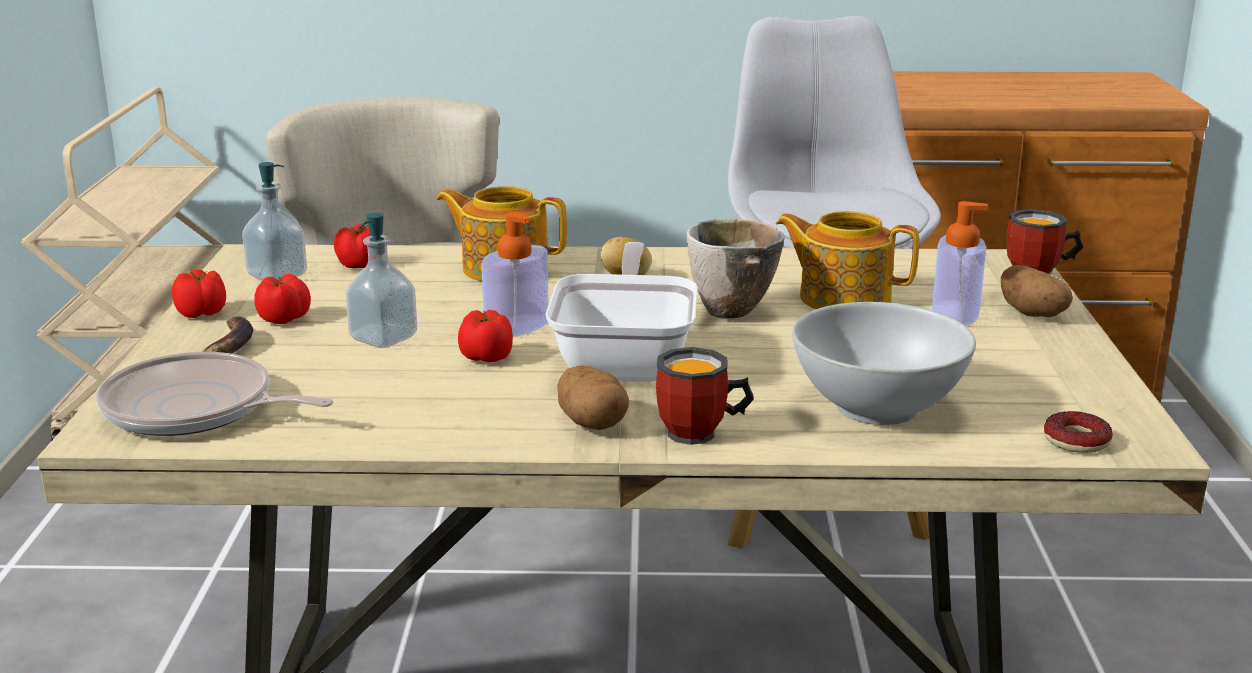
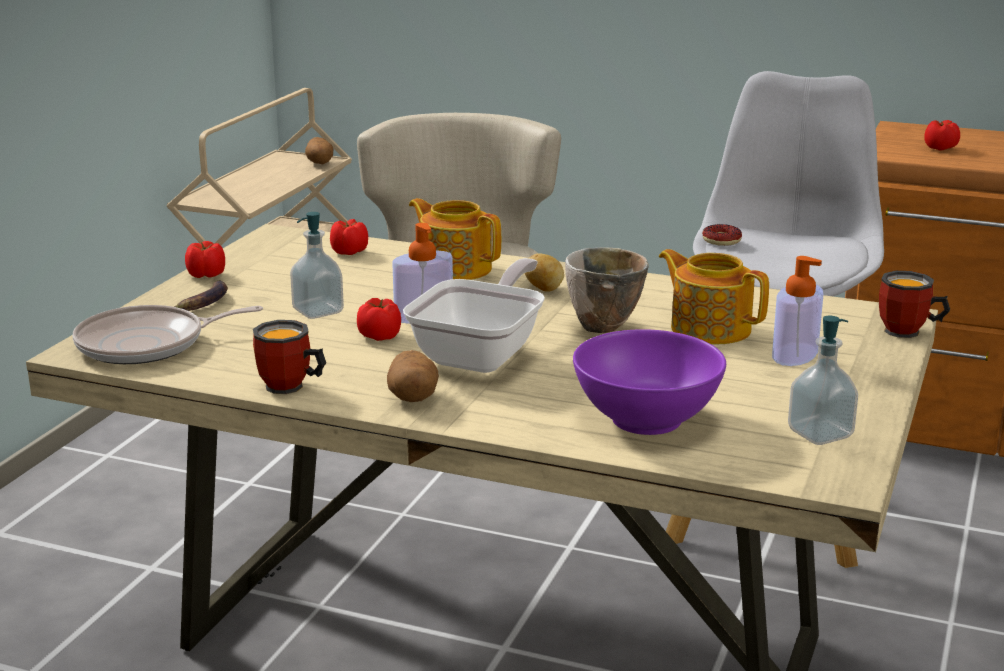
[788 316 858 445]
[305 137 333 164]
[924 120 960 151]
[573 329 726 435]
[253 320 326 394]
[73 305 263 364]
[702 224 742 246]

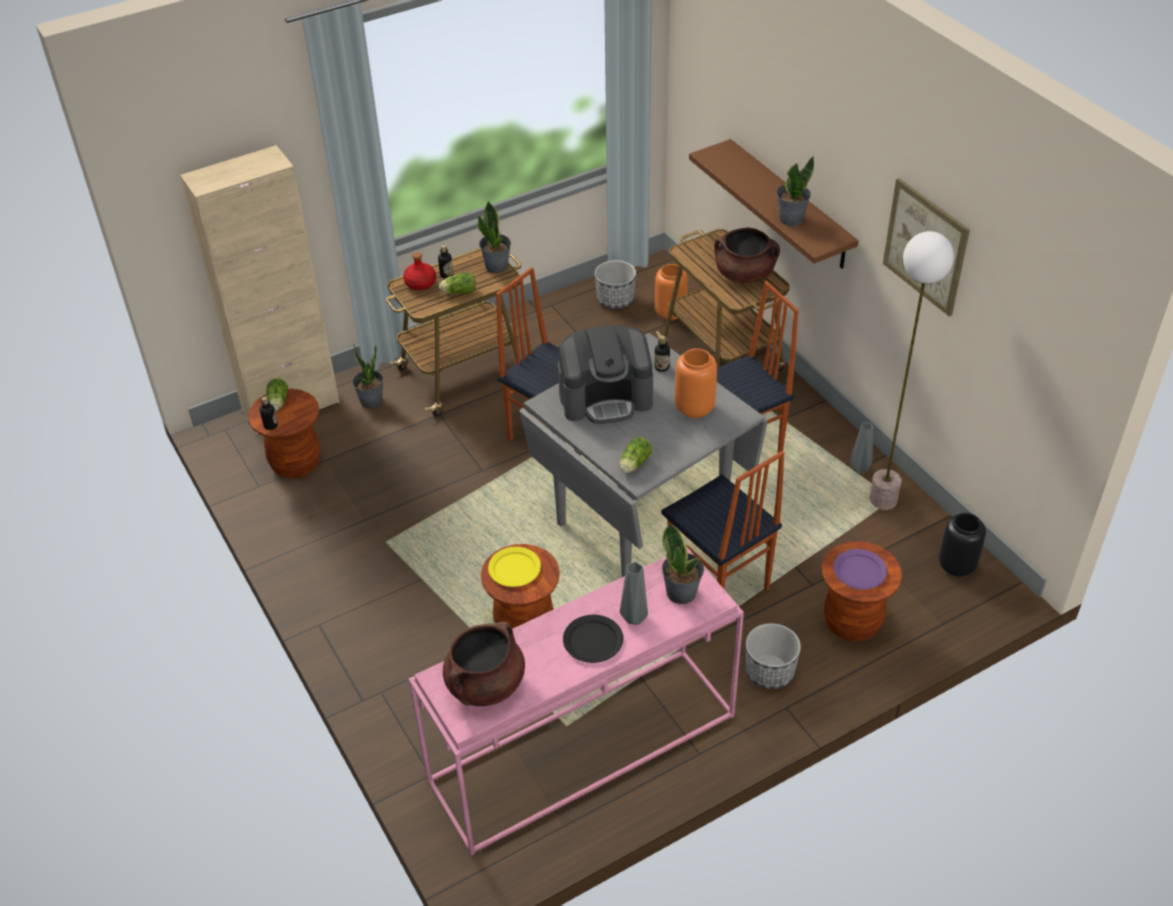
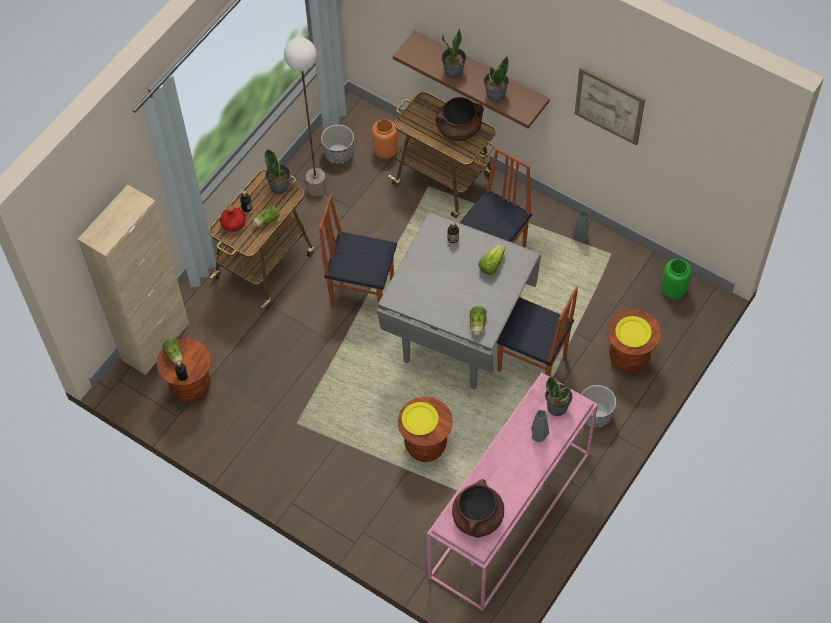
[284 37 326 196]
[558 325 653 424] (first image)
[441 29 466 79]
[478 244 505 276]
[661 259 691 299]
[615 316 652 347]
[563 615 623 663] (first image)

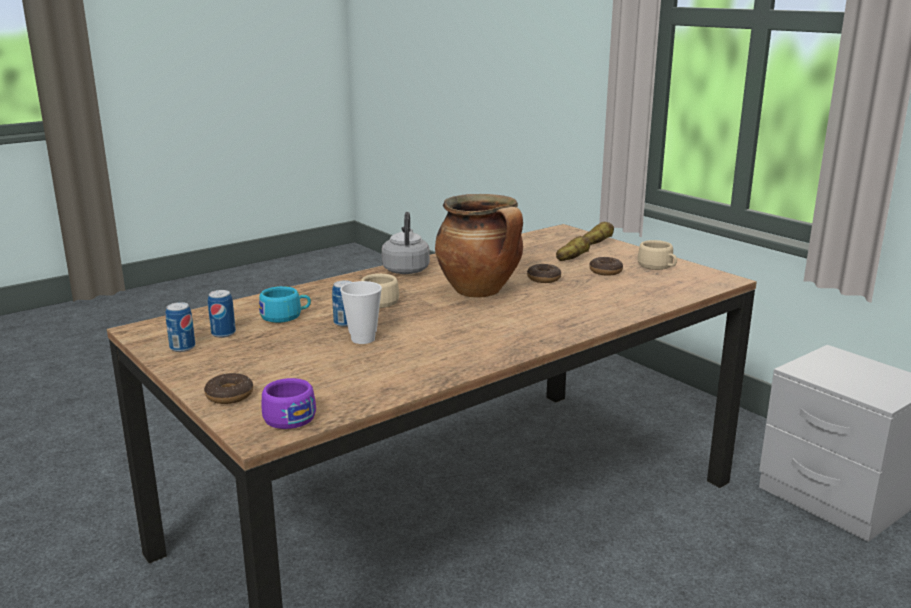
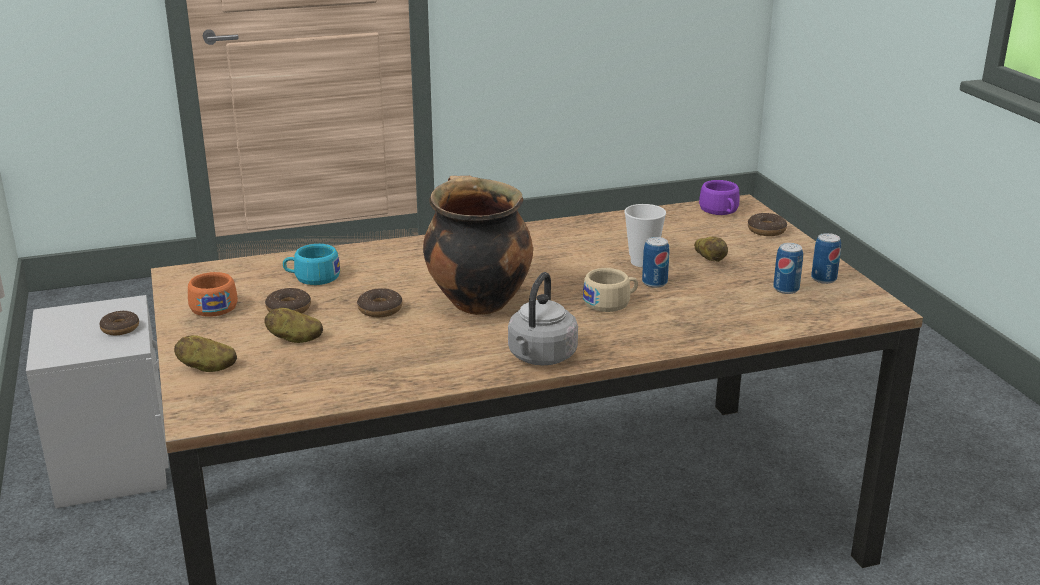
[188 272 238 317]
[283 244 340 285]
[694 237 728 262]
[99 311 139 335]

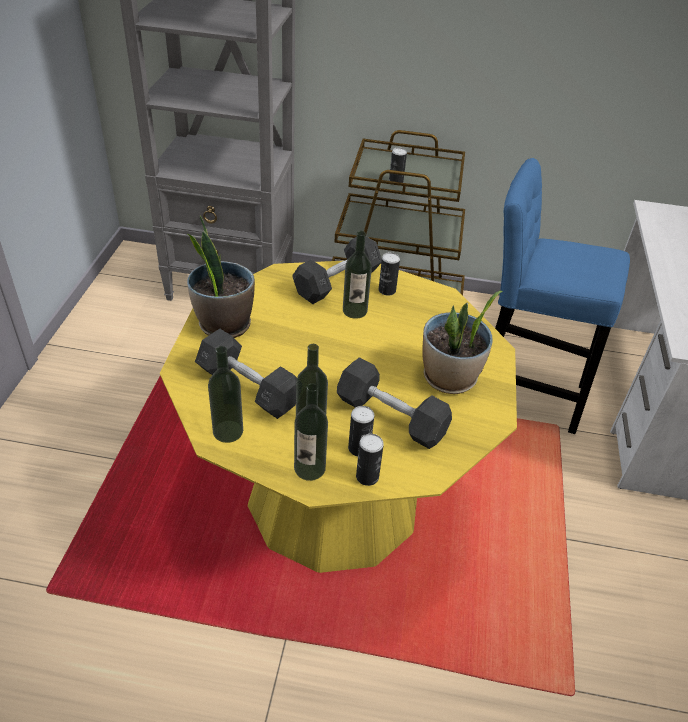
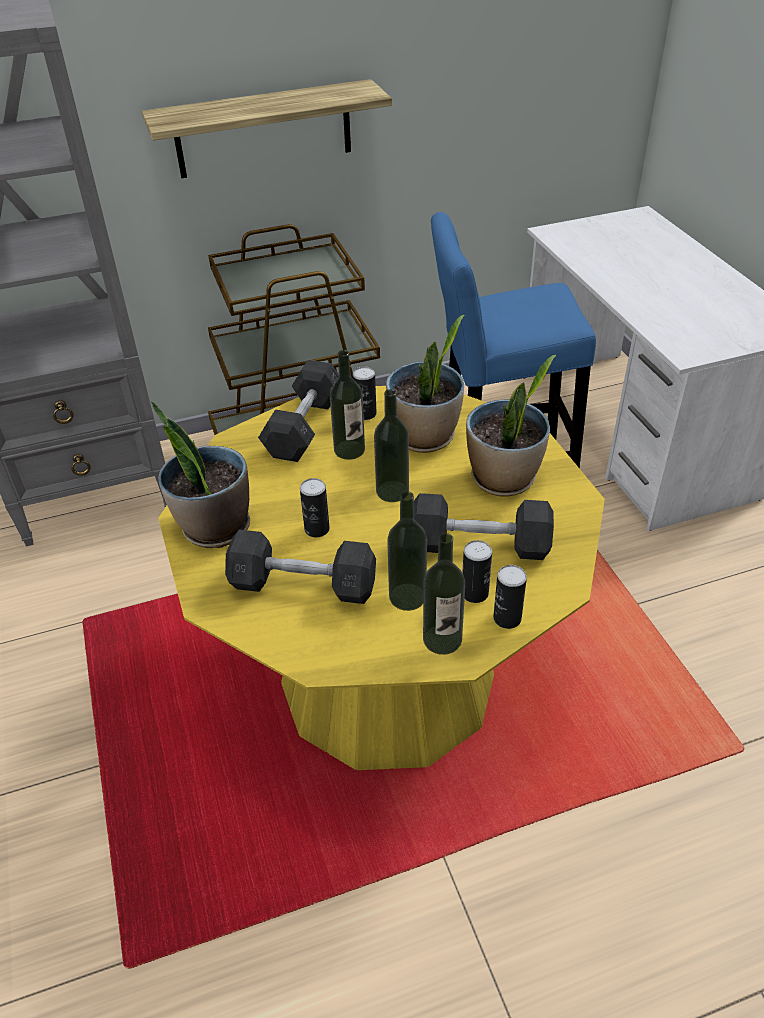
[300 478 330 537]
[374 389 409 502]
[142 79 392 178]
[386 315 464 453]

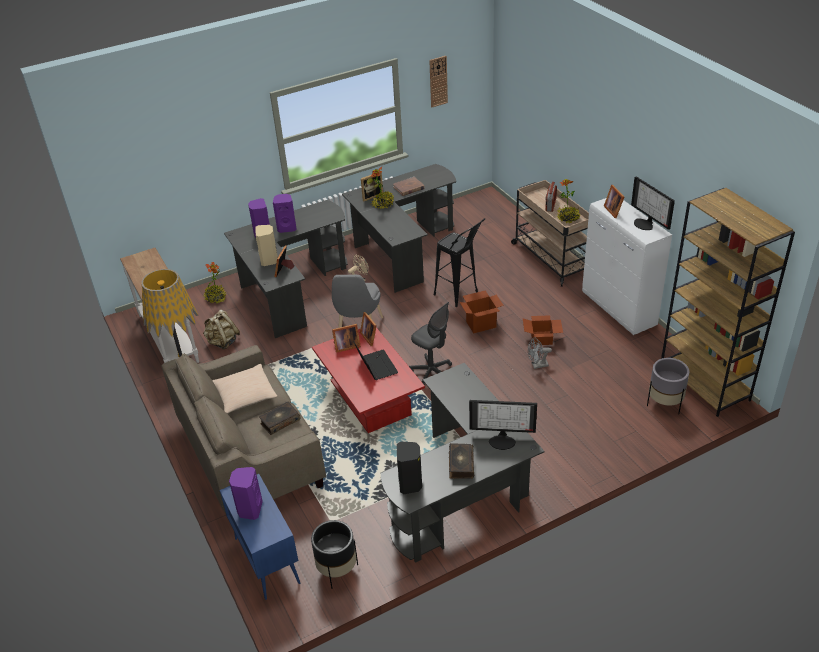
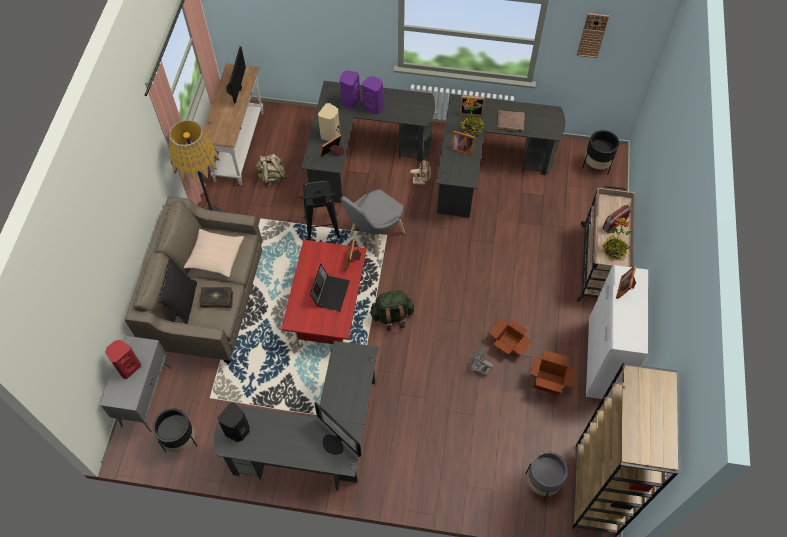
[226 46 246 103]
[299 180 340 240]
[203 262 226 304] (first image)
[530 350 576 395]
[370 290 414 331]
[450 131 475 156]
[449 443 474 479] (first image)
[105 340 141 379]
[100 335 171 432]
[582 130 619 173]
[158 258 197 324]

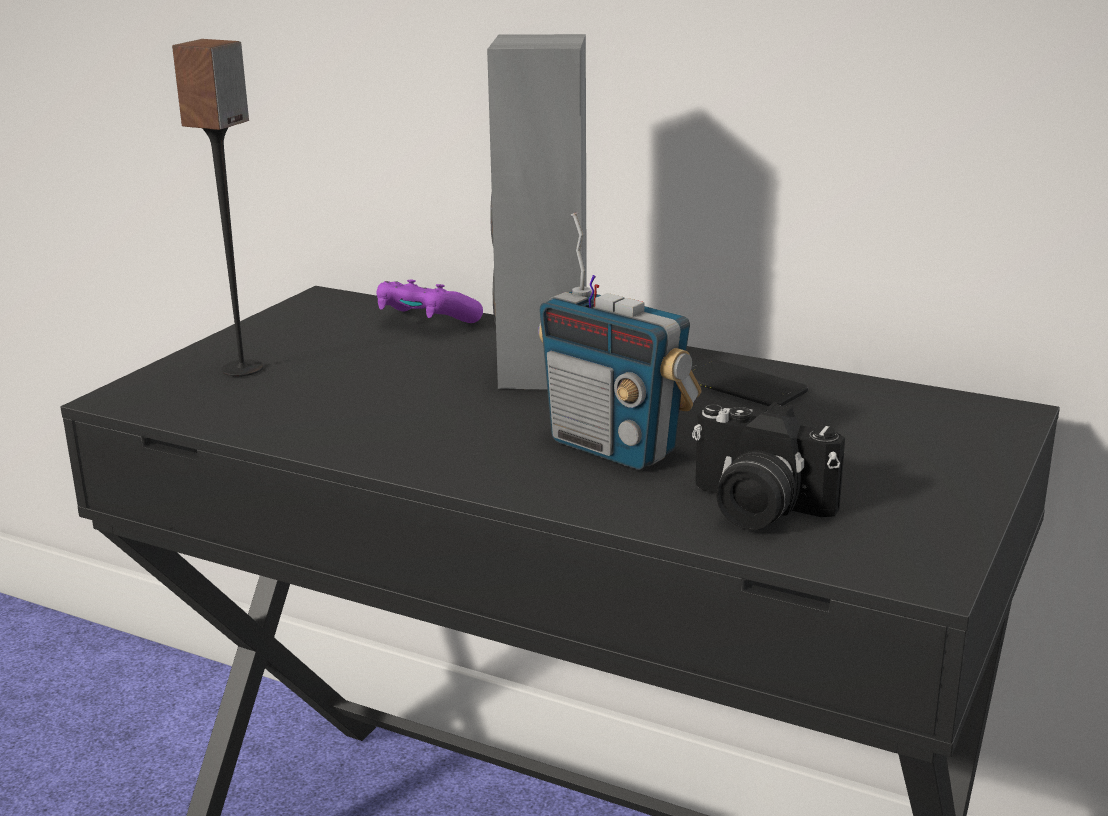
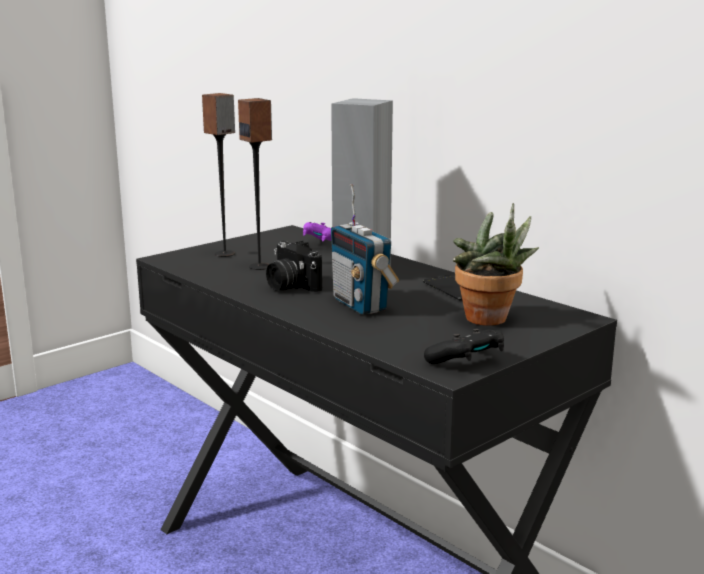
[266 241 322 292]
[238 98 272 270]
[453 203 539 326]
[424 329 504 364]

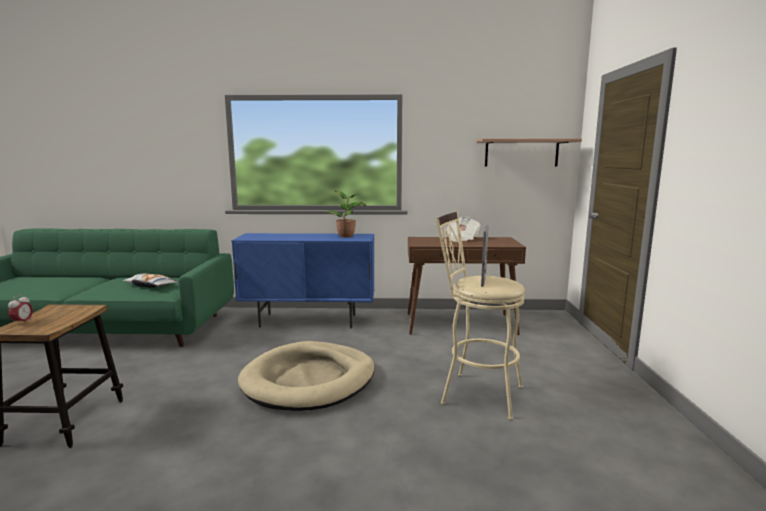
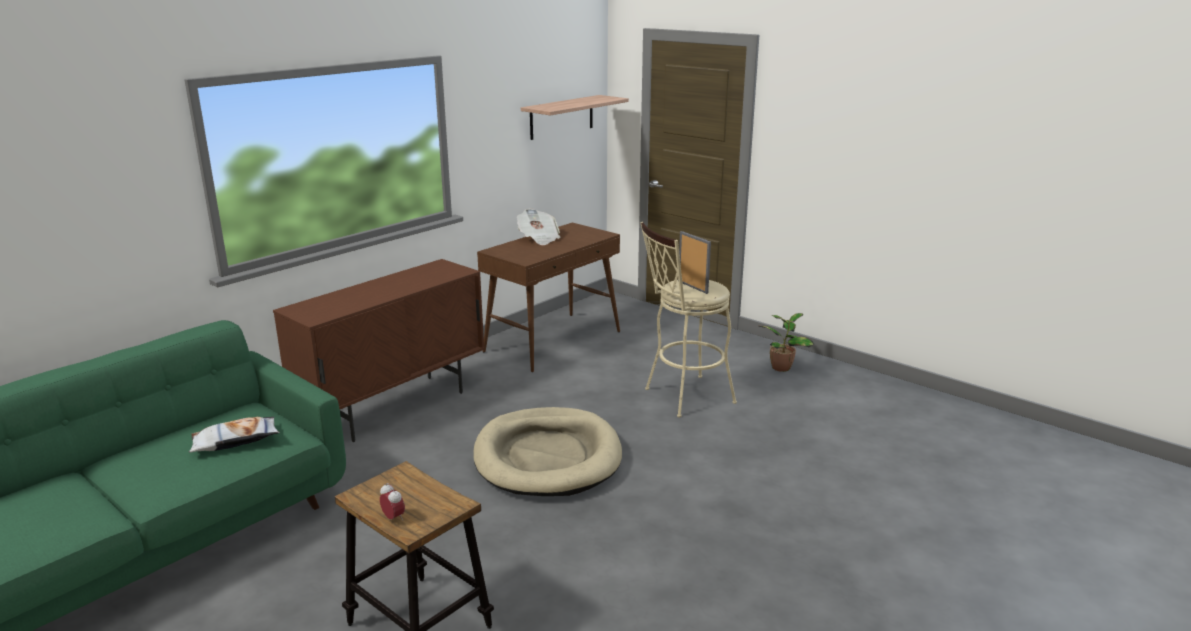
[759 313 814 372]
[273 259 484 442]

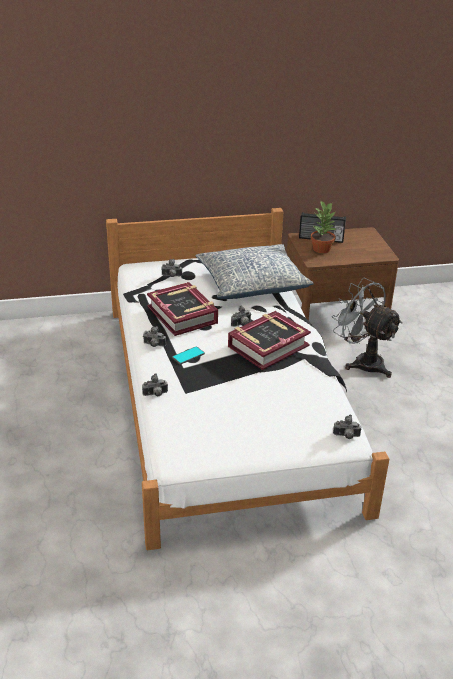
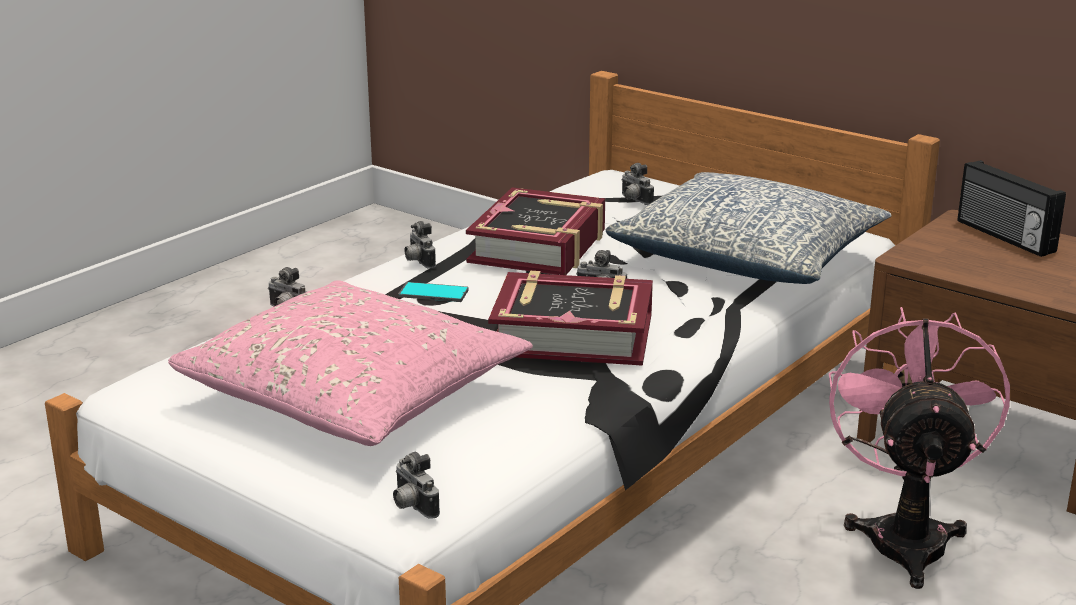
[311 201 336 253] (first image)
[829 307 1010 589]
[168 280 533 446]

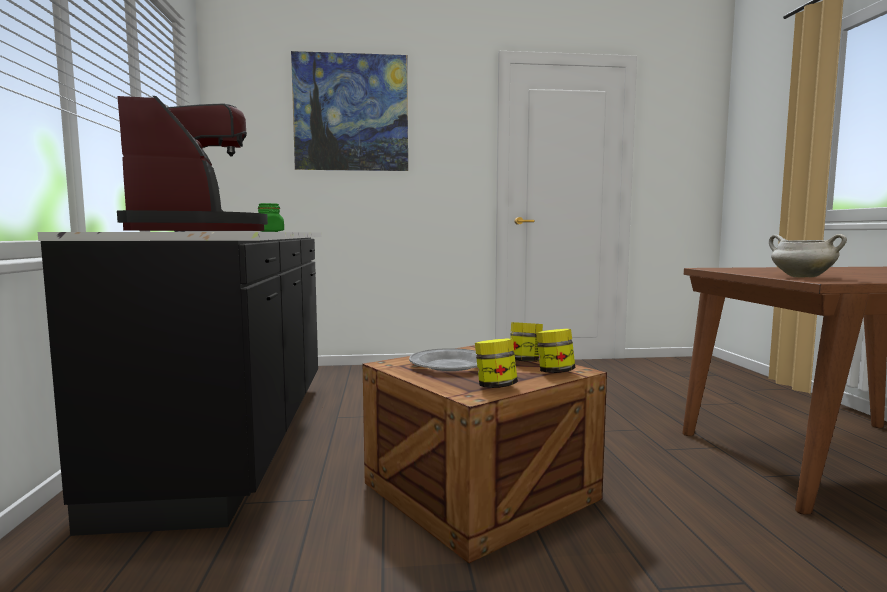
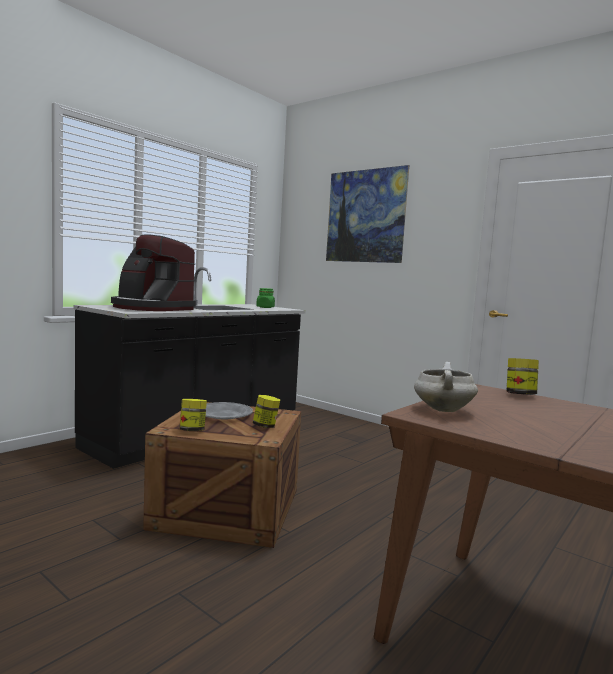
[111 234 196 311]
[506 358 539 395]

